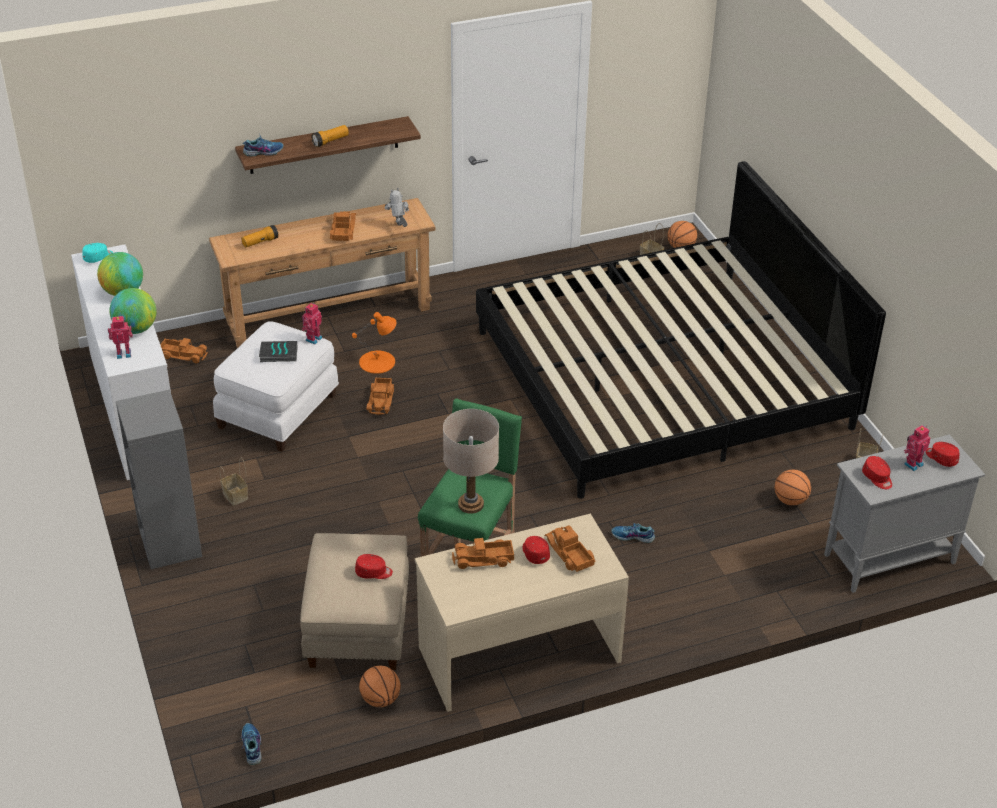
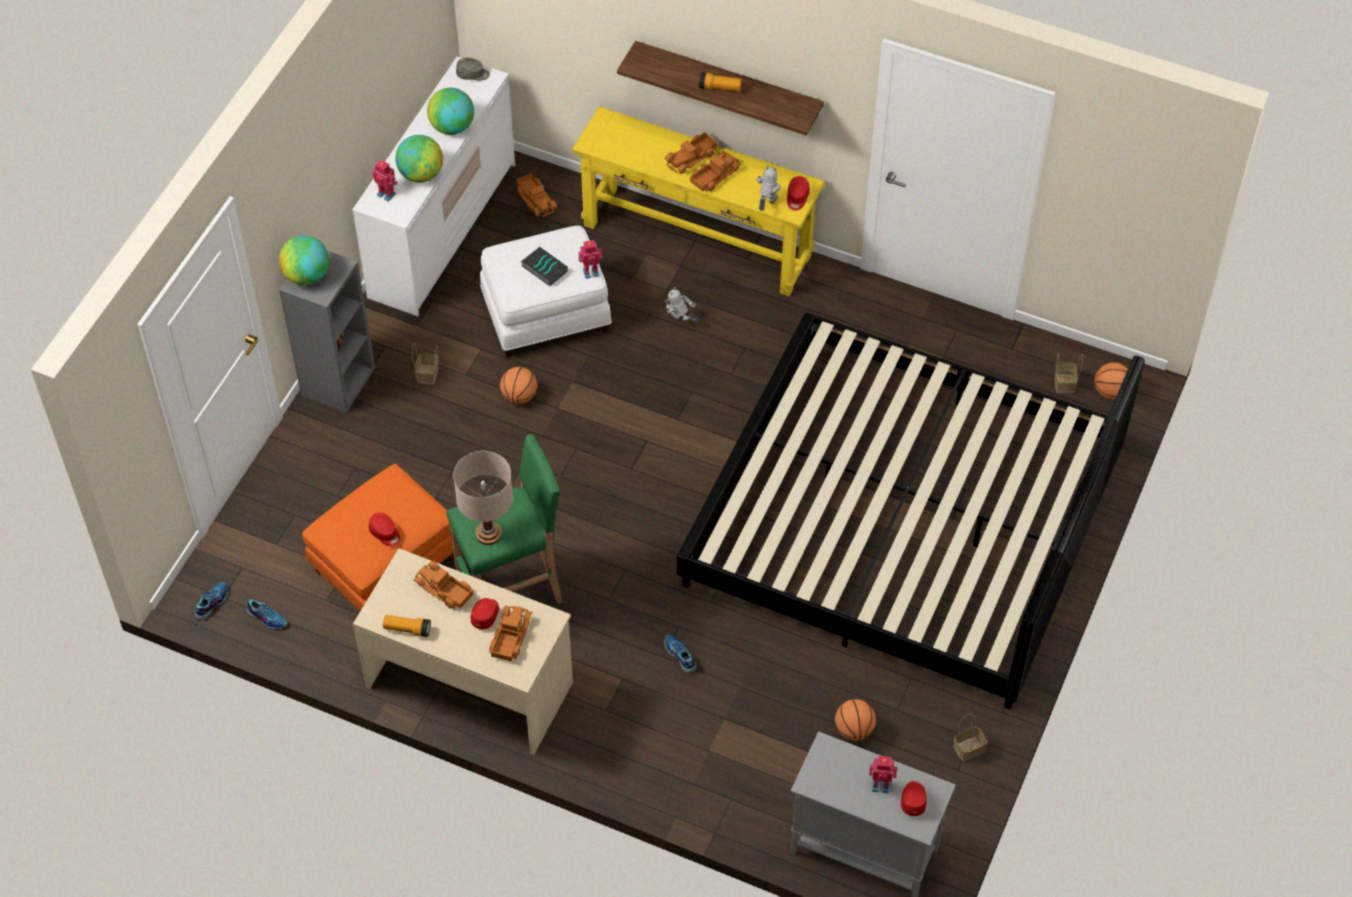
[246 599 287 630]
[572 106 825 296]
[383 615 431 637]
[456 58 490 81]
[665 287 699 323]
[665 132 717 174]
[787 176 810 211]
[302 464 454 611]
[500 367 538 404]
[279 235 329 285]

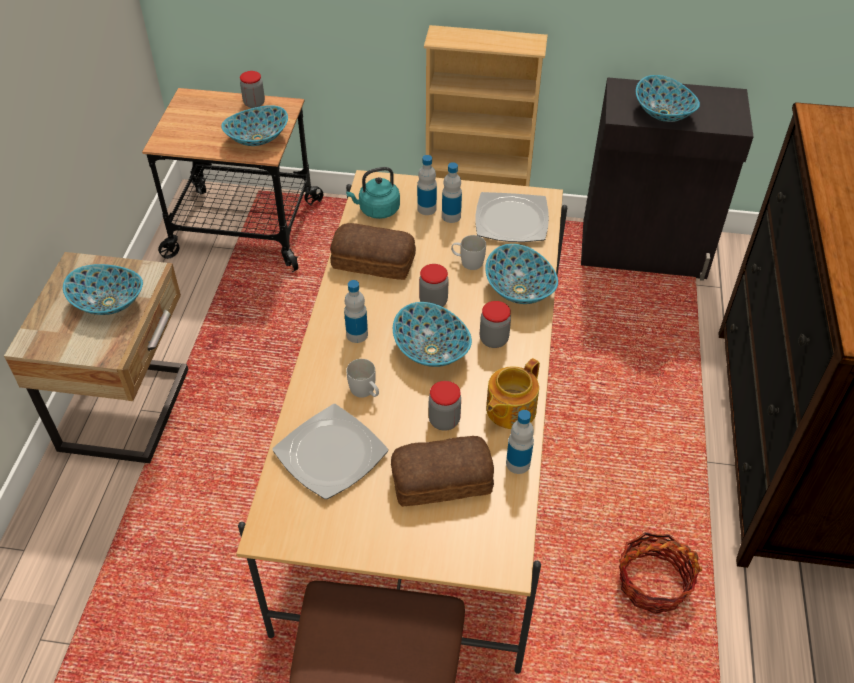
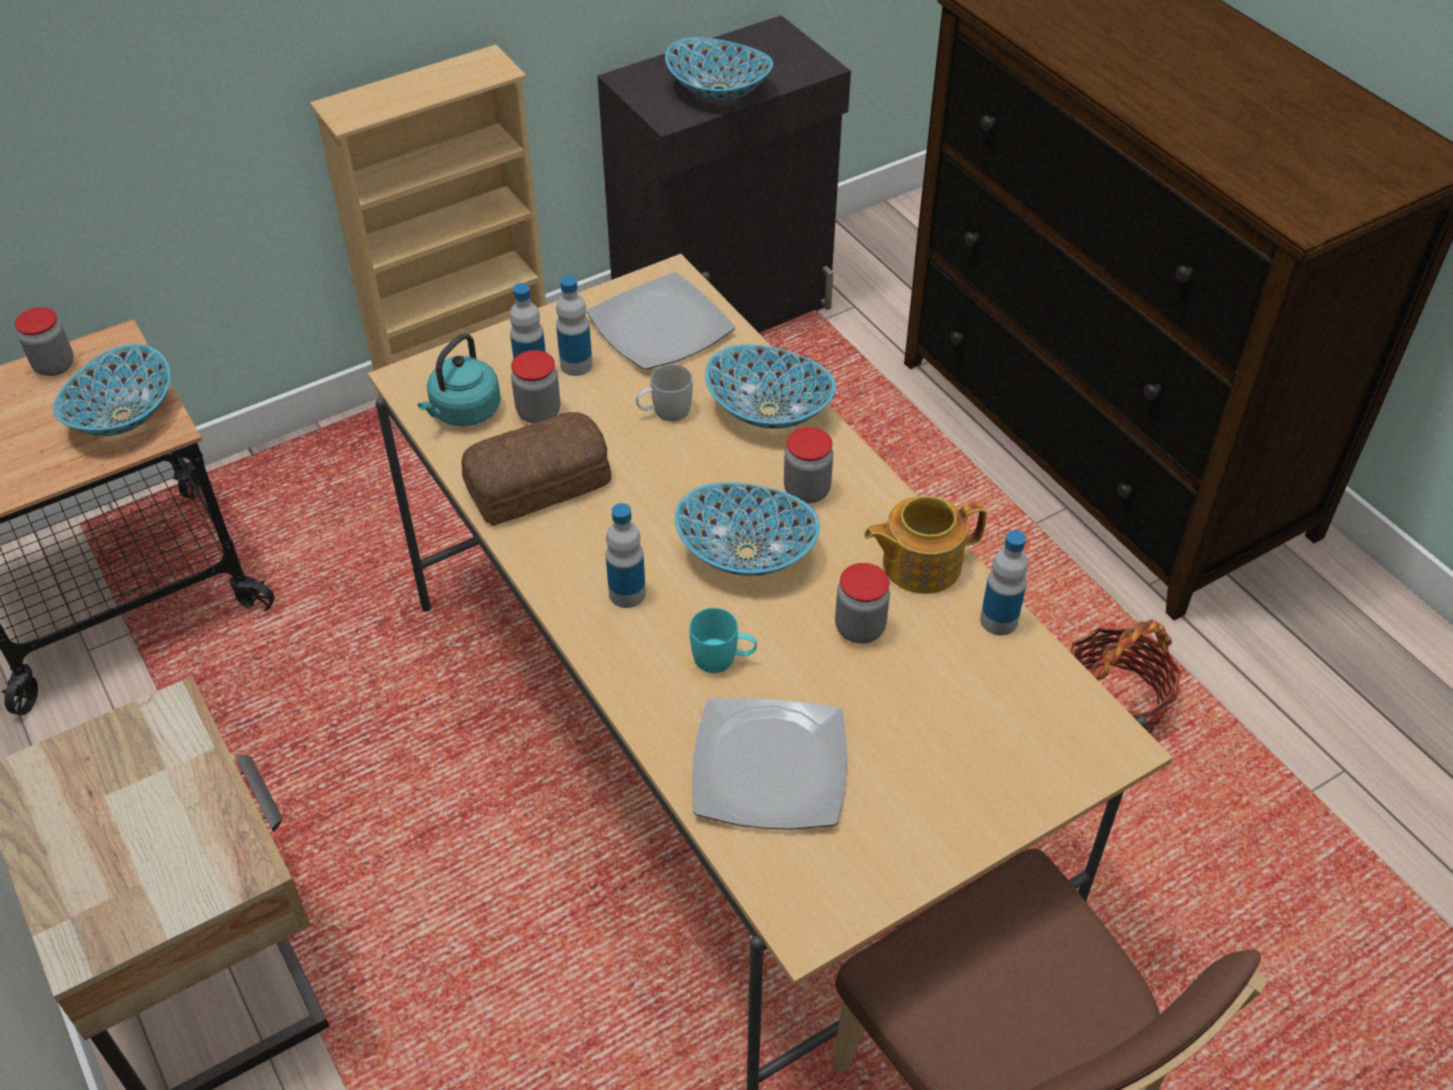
[63 264 143 315] (first image)
[511 350 560 423]
[864 496 987 594]
[690 608 757 673]
[391 436 494 507] (first image)

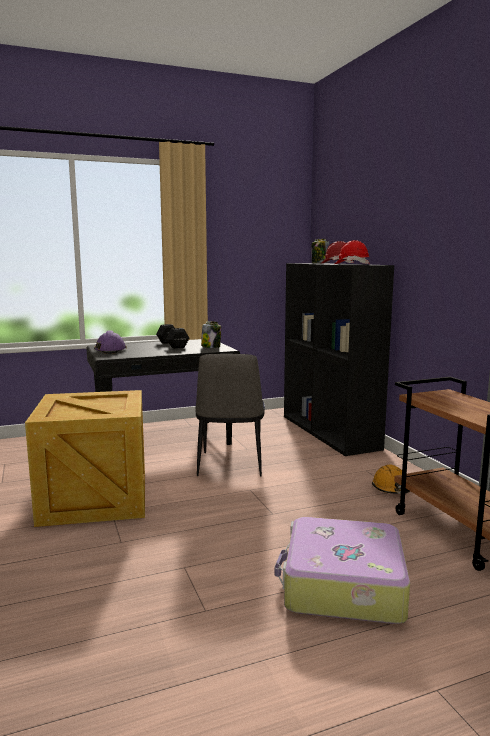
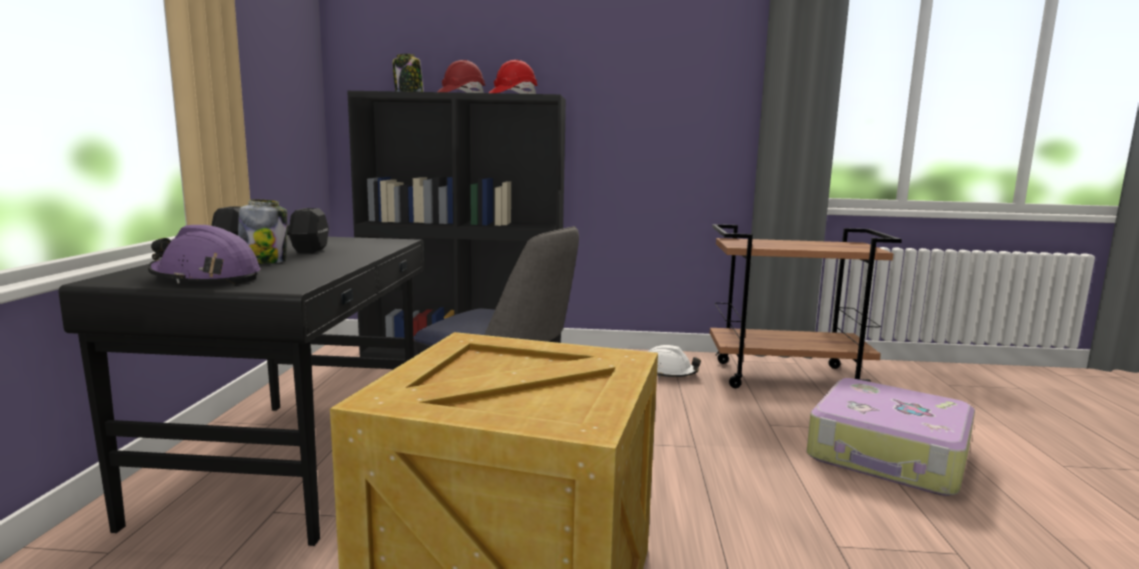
[238 199 287 264]
[648 345 701 378]

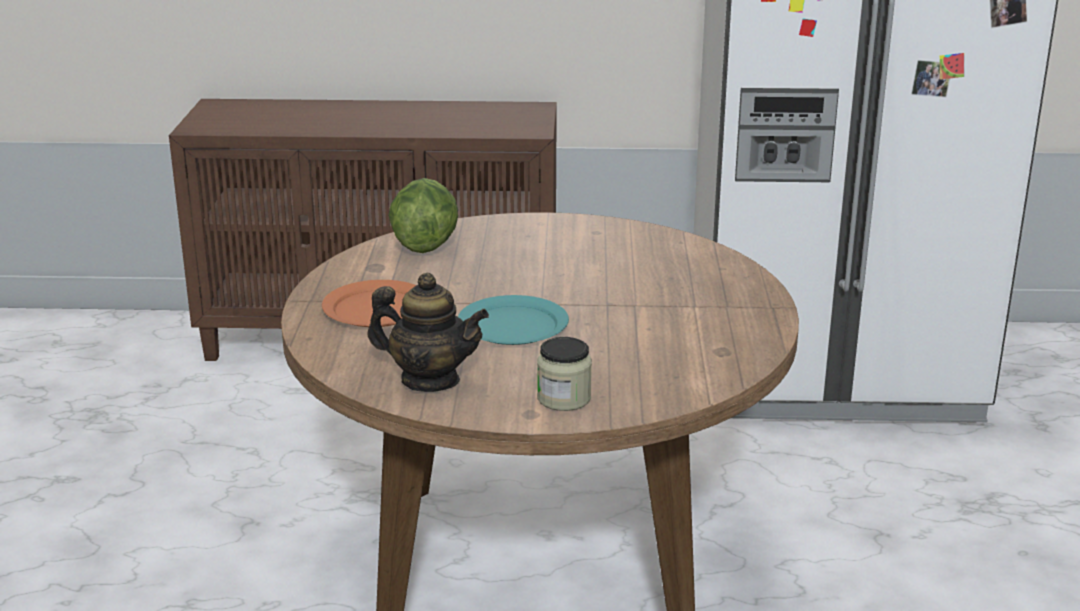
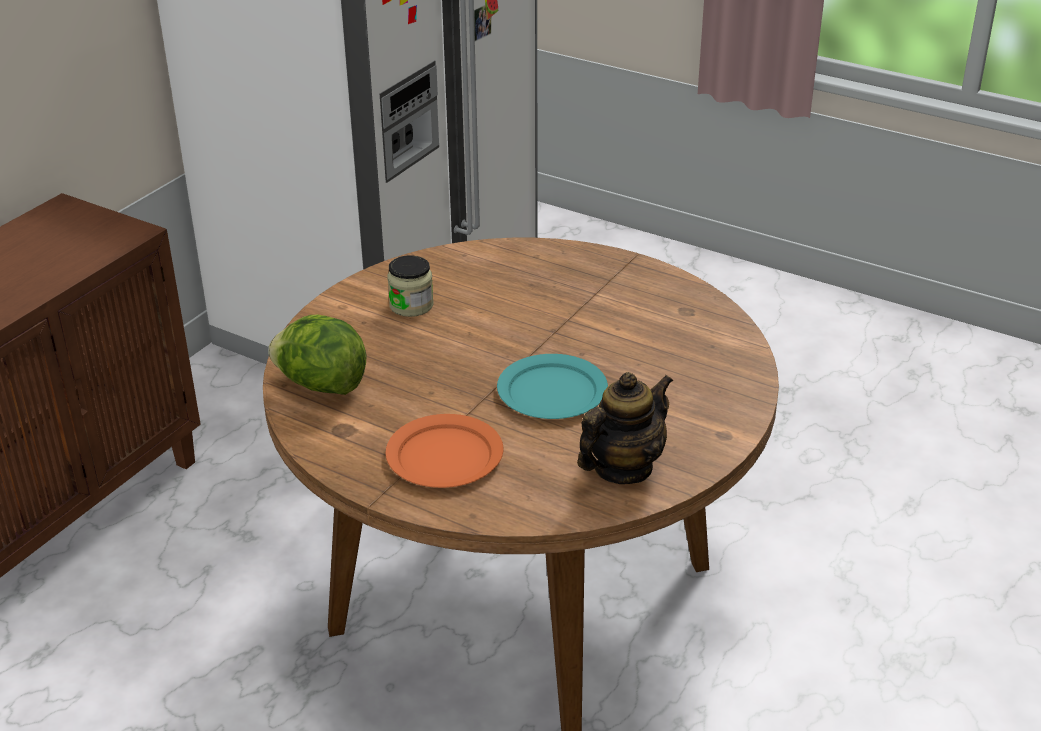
[387 255 434 317]

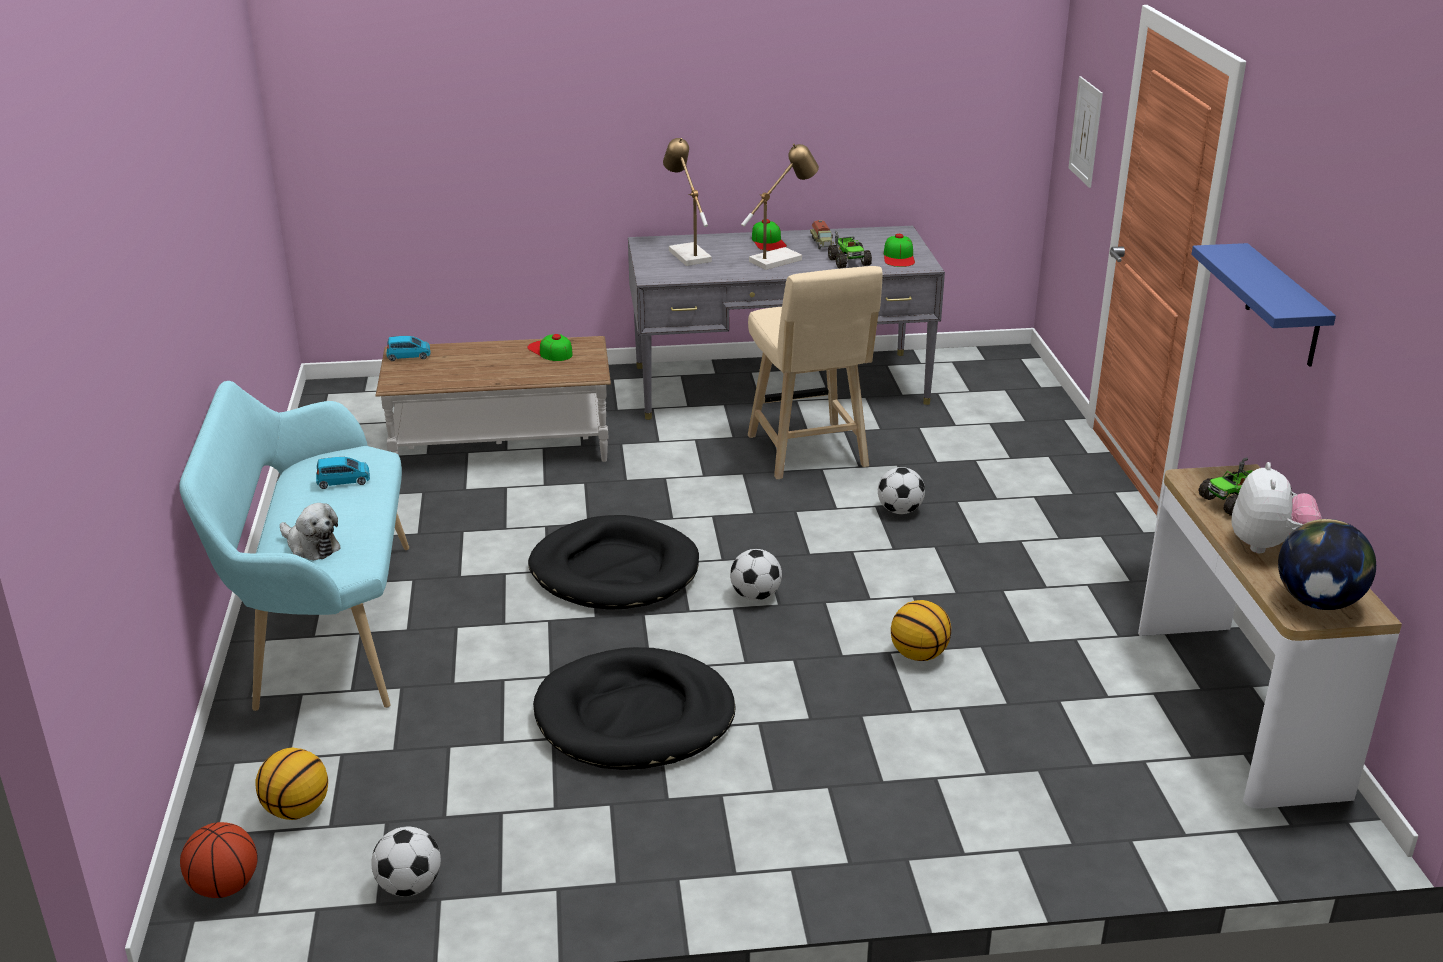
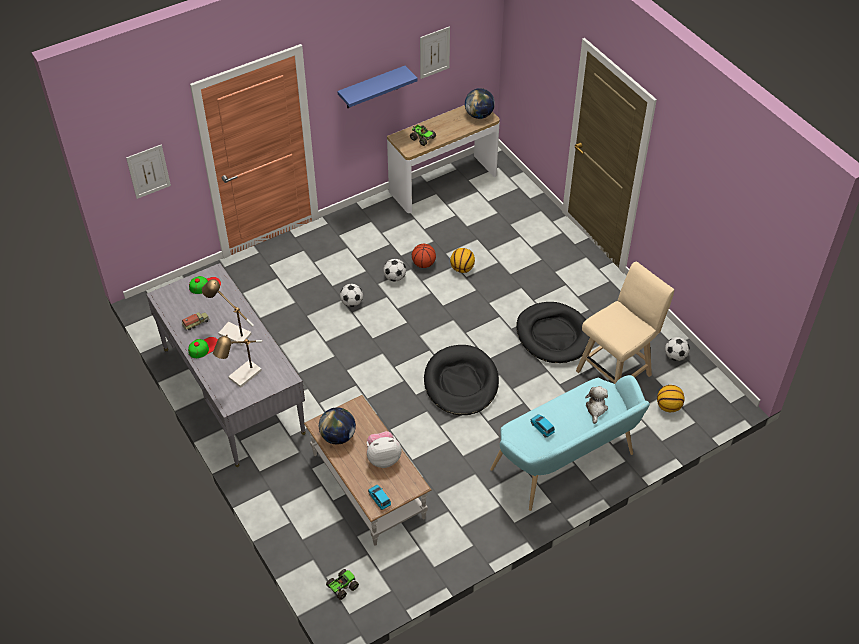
[326 569 359 600]
[576 262 674 384]
[319 407 356 445]
[367 431 402 468]
[383 259 406 281]
[412 244 436 268]
[420 26 450 79]

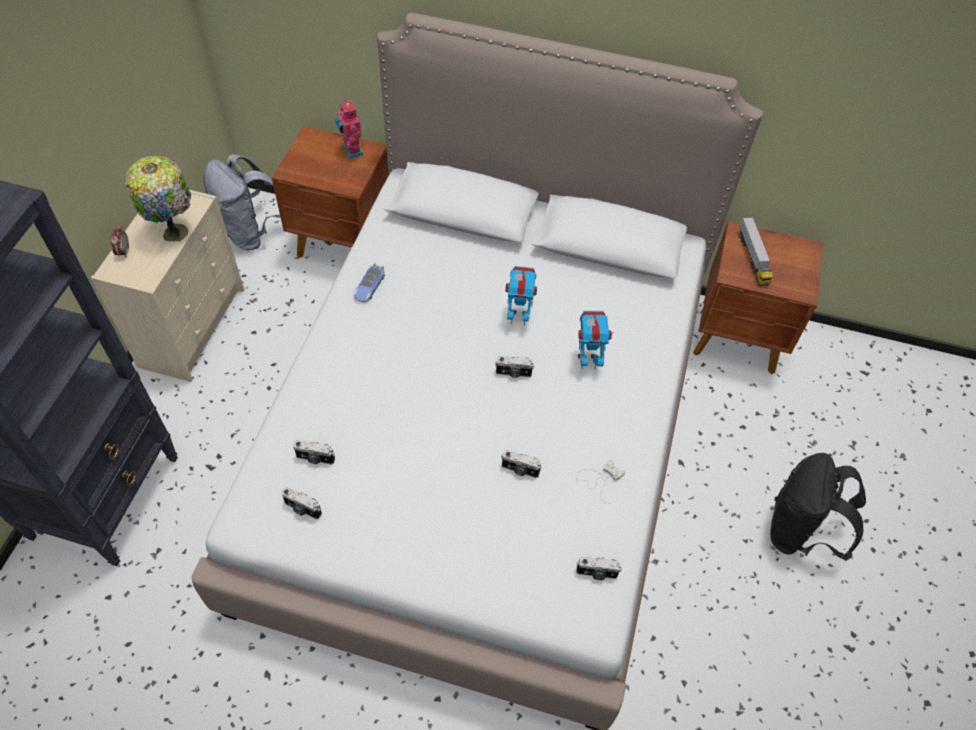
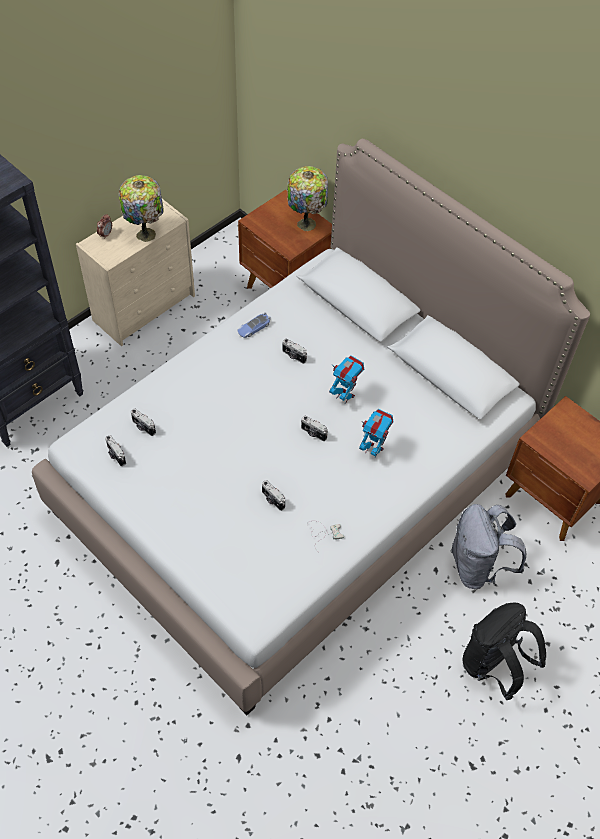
[287 166 328 231]
[450 504 526 589]
[739 217 773 286] (first image)
[282 338 307 364]

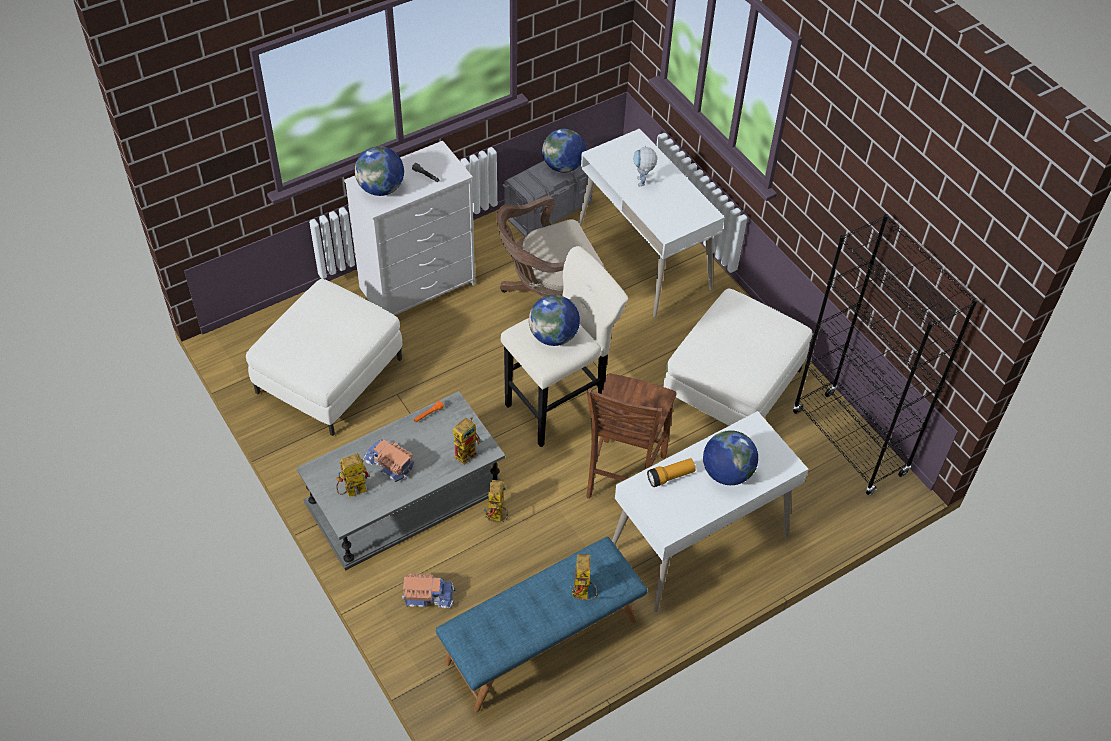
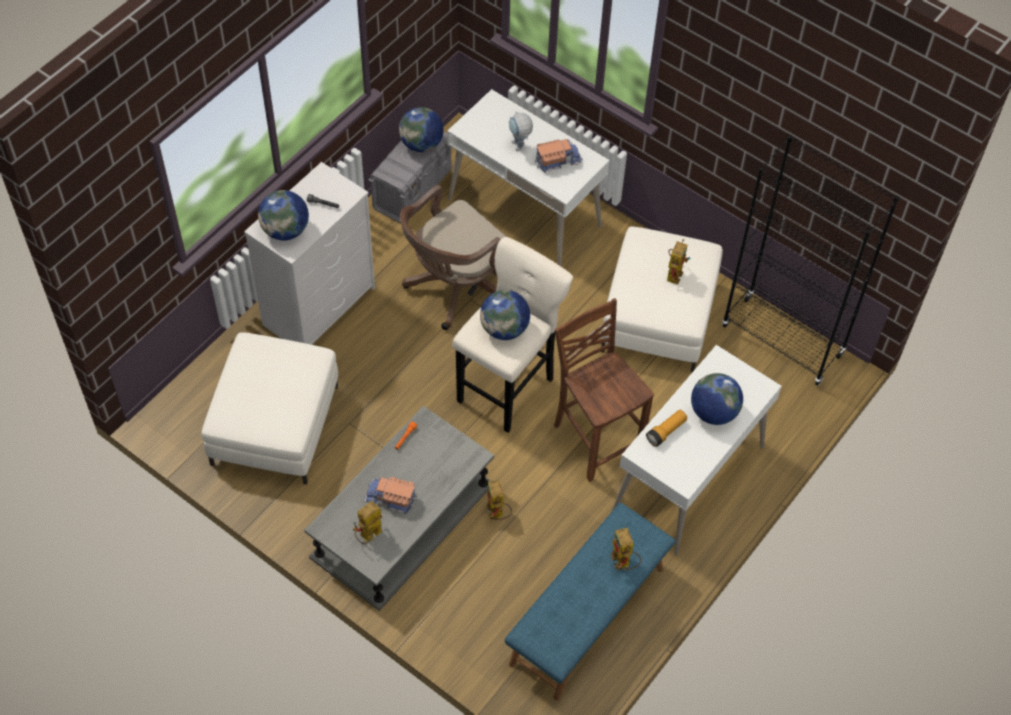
[554 298 654 482]
[667 239 690 285]
[535 139 582 173]

